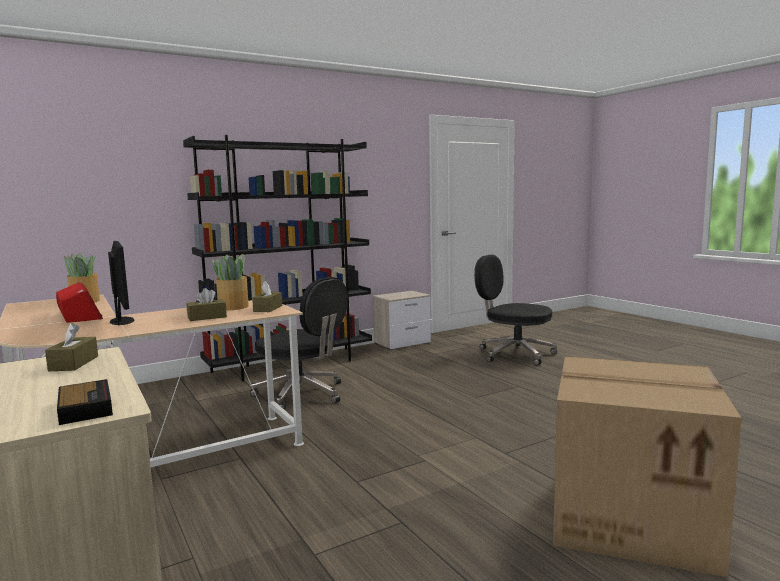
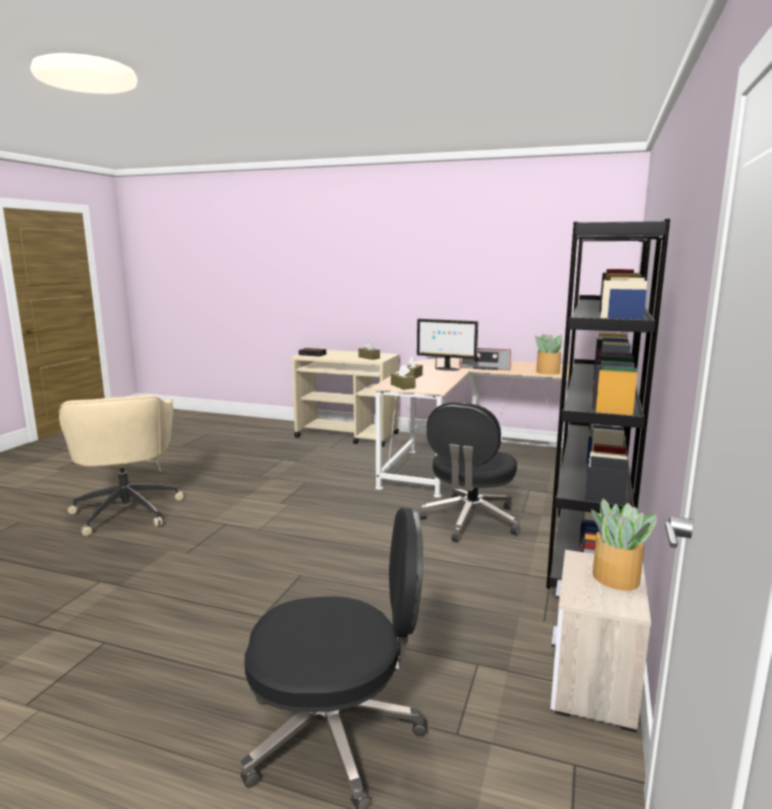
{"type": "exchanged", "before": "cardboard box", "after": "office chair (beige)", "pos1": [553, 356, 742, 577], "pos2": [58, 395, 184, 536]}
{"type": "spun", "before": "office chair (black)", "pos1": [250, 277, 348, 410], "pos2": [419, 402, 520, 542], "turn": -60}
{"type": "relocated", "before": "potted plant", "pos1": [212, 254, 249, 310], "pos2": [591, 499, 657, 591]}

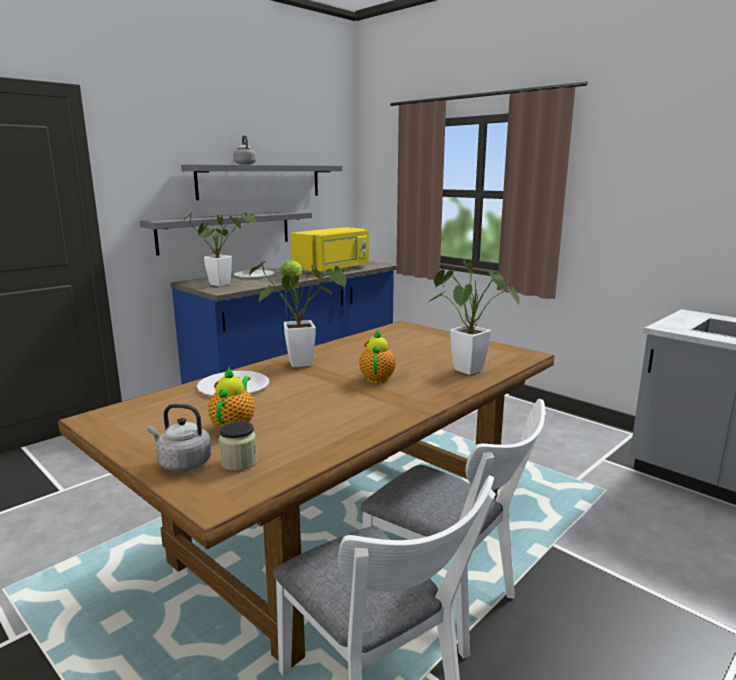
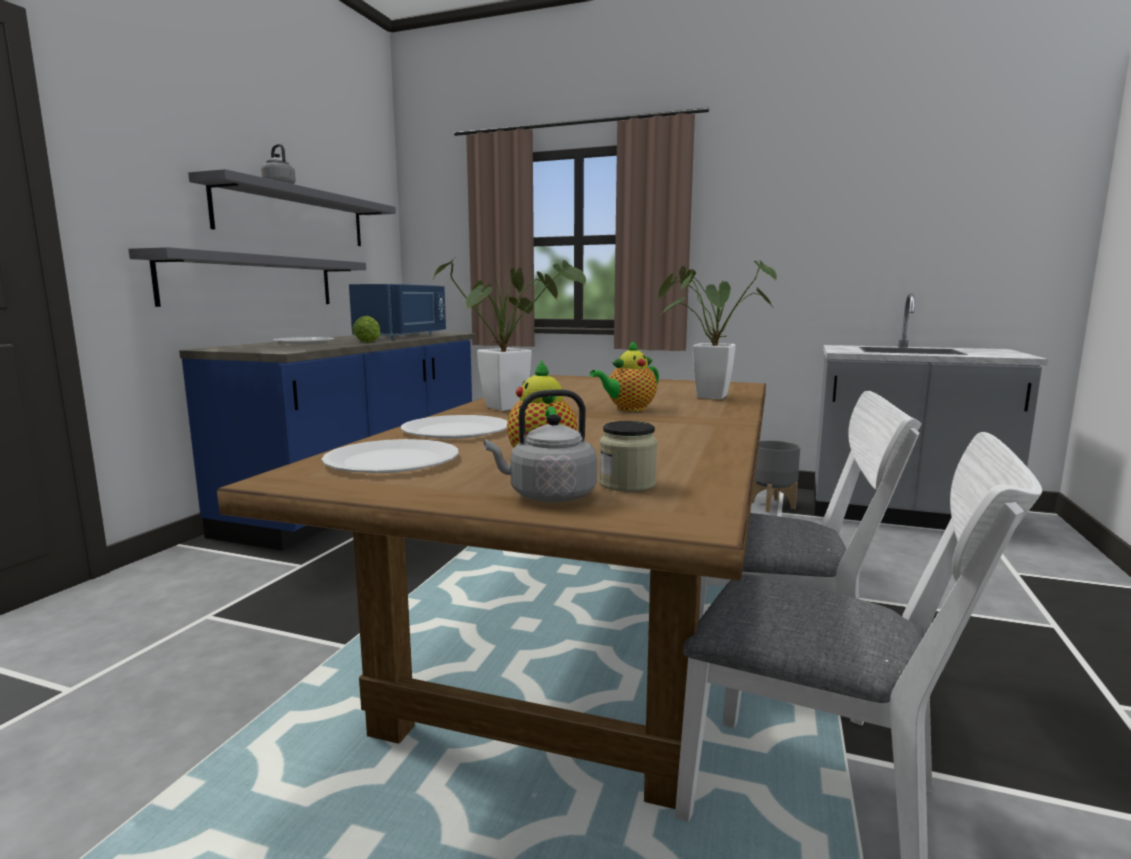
{"type": "appeared", "after": "plate (white)", "pos2": [322, 439, 459, 473]}
{"type": "colour", "before": "microwave (yellow)", "after": "microwave (blue)", "pos1": [291, 227, 369, 273], "pos2": [349, 284, 446, 339]}
{"type": "spun", "before": "teapot", "pos1": [359, 329, 396, 383], "pos2": [590, 340, 659, 412], "turn": -105}
{"type": "appeared", "after": "planter (grey)", "pos2": [751, 440, 800, 512]}
{"type": "missing", "before": "potted plant", "pos1": [183, 212, 257, 286]}

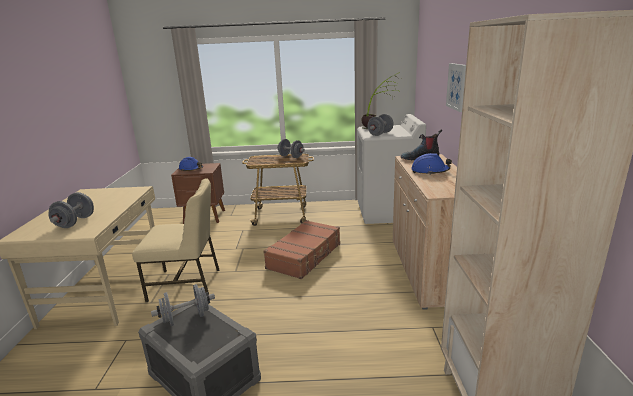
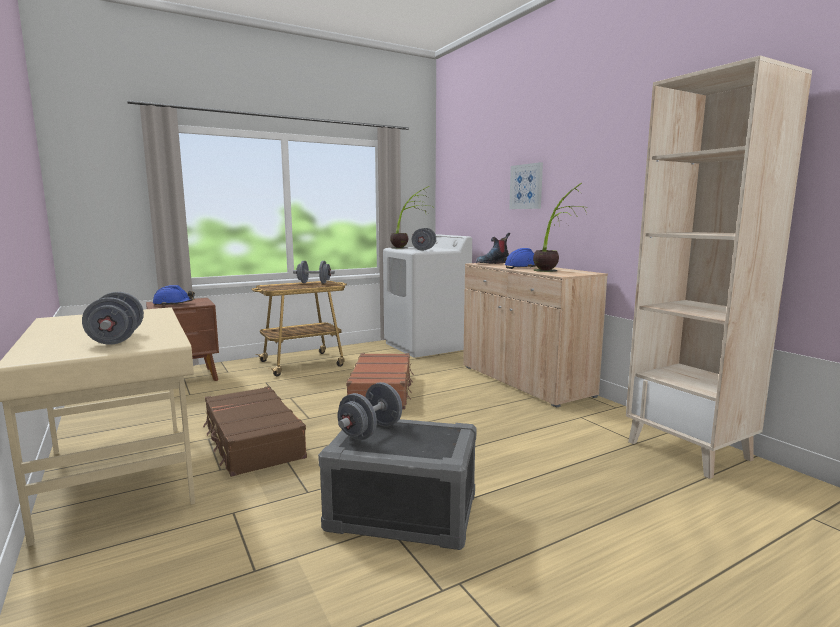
{"type": "exchanged", "before": "chair (beige)", "after": "suitcase (brown)", "pos1": [132, 178, 219, 302], "pos2": [203, 386, 307, 477]}
{"type": "appeared", "after": "potted plant", "pos2": [533, 183, 588, 272]}

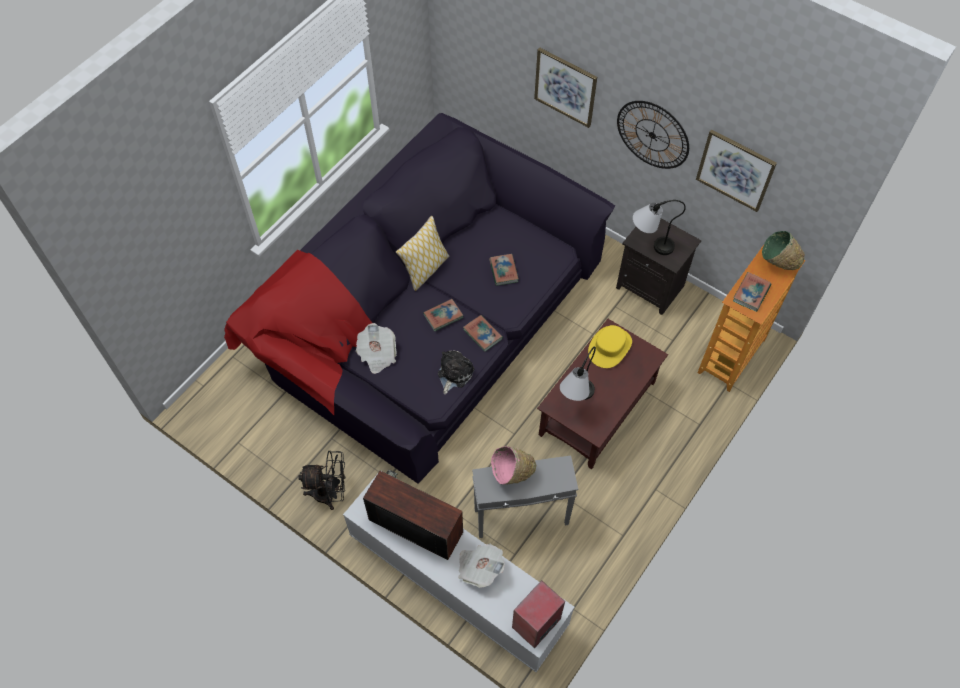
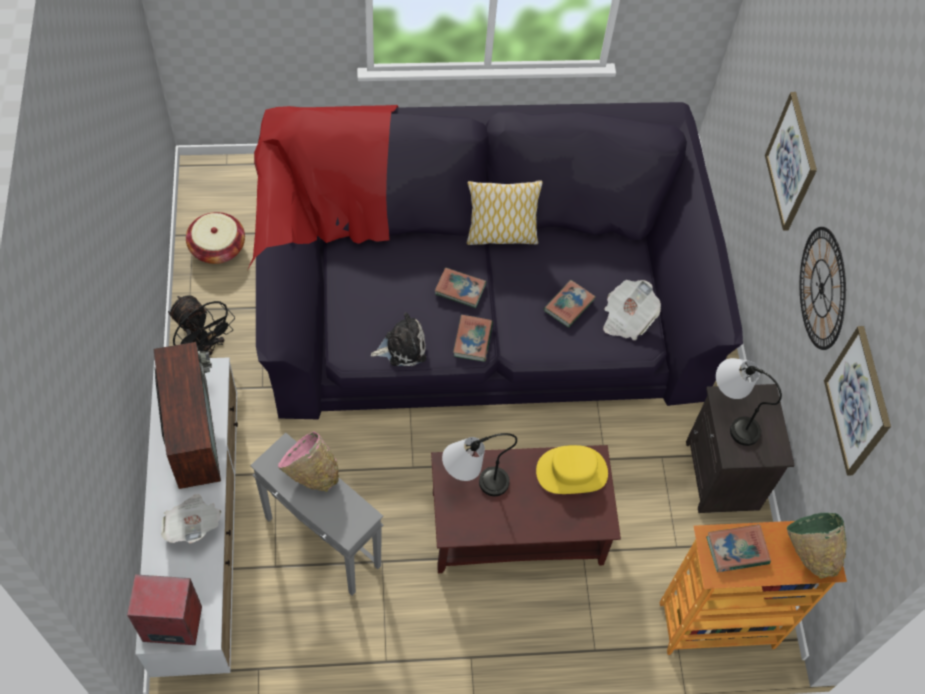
{"type": "appeared", "after": "basket", "pos2": [186, 212, 245, 264]}
{"type": "relocated", "before": "newspaper", "pos1": [356, 323, 397, 374], "pos2": [603, 280, 661, 340]}

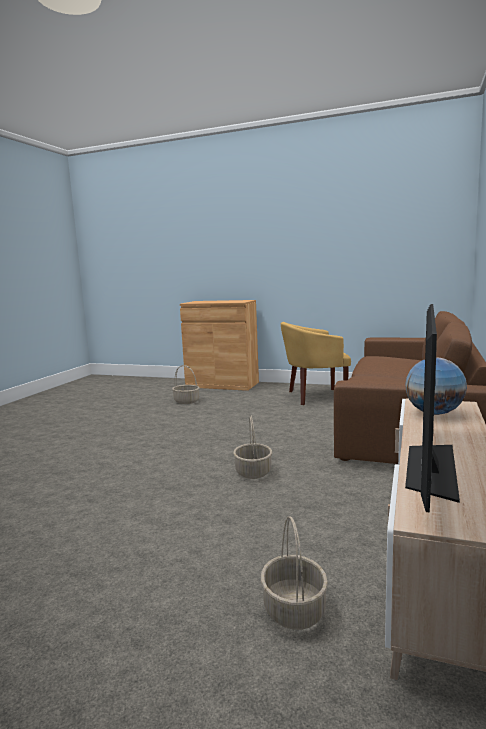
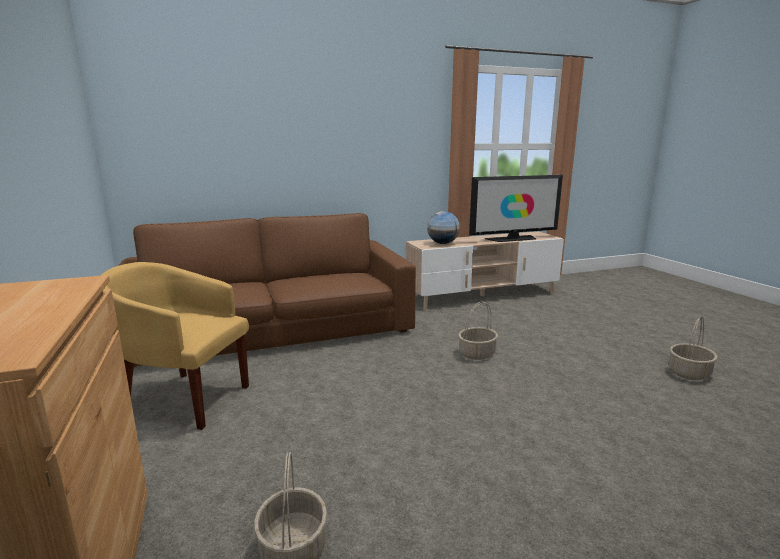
{"type": "spun", "before": "armchair (yellow)", "pos1": [281, 322, 351, 405], "pos2": [100, 262, 249, 430], "turn": 150}
{"type": "relocated", "before": "basket", "pos1": [261, 516, 328, 630], "pos2": [669, 316, 717, 380]}

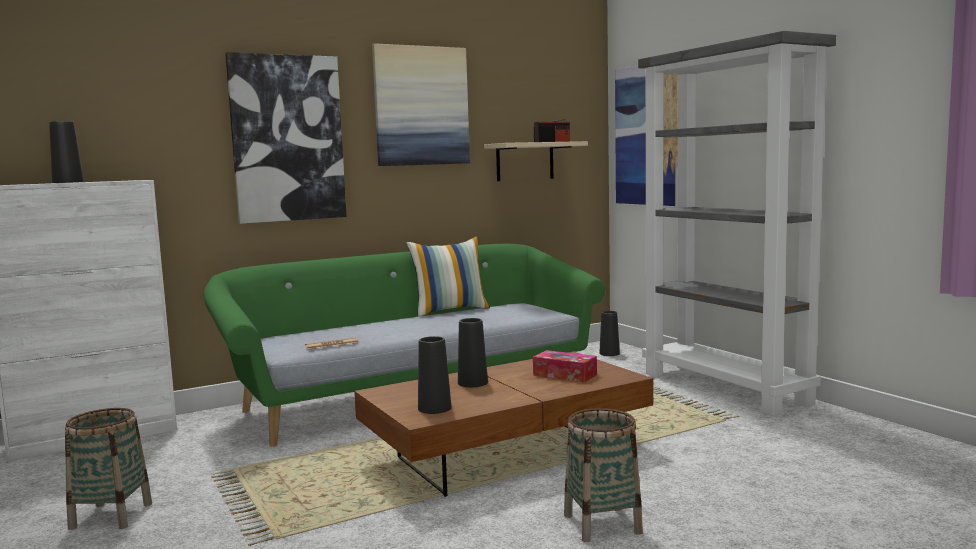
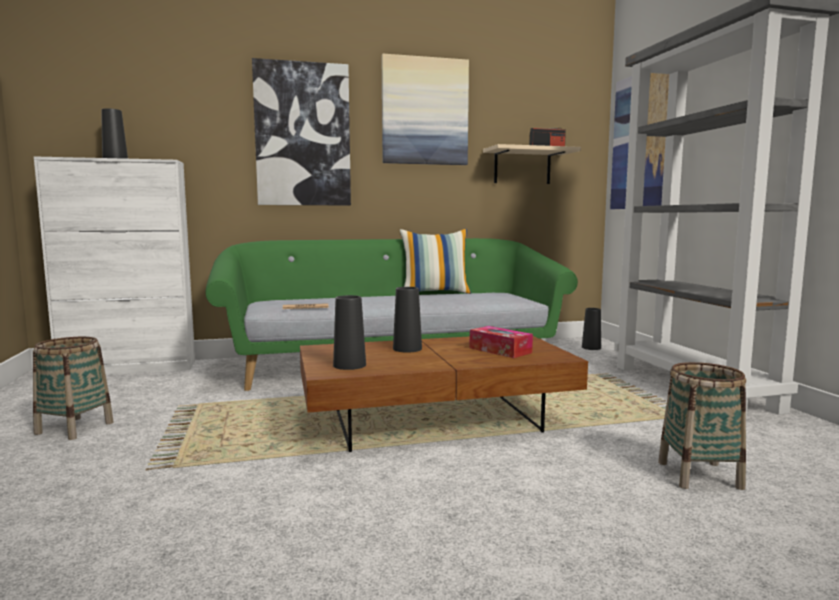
{"type": "relocated", "before": "basket", "pos1": [564, 408, 643, 542], "pos2": [658, 362, 746, 490]}

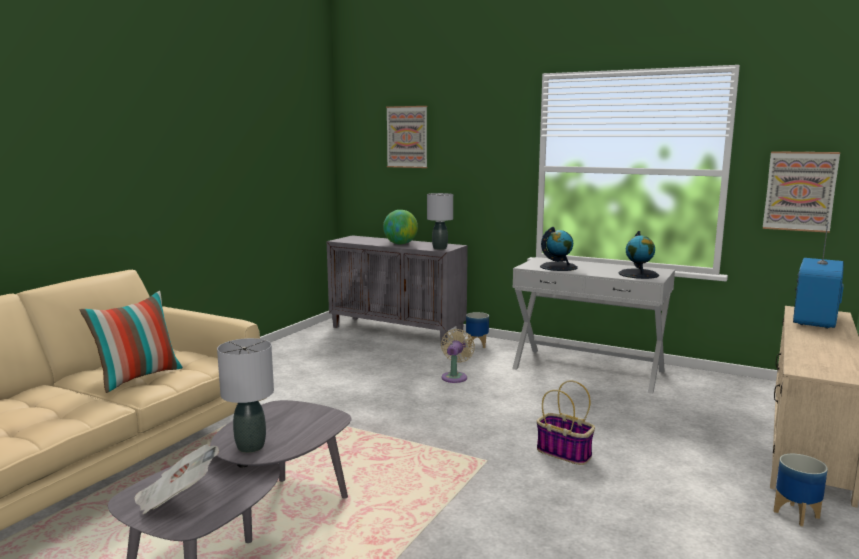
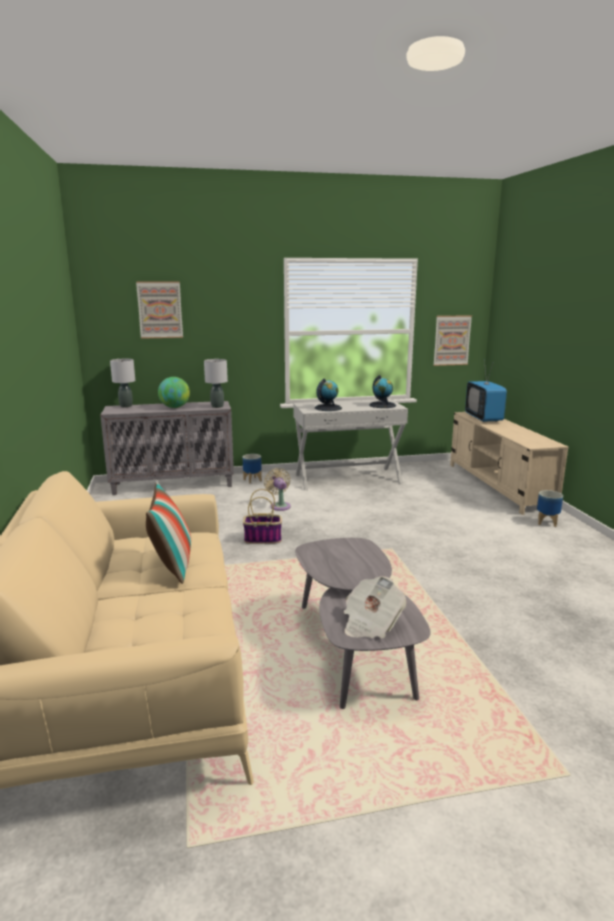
{"type": "relocated", "before": "table lamp (grey)", "pos1": [217, 338, 274, 453], "pos2": [110, 359, 135, 407]}
{"type": "relocated", "before": "basket", "pos1": [537, 380, 595, 465], "pos2": [243, 489, 282, 544]}

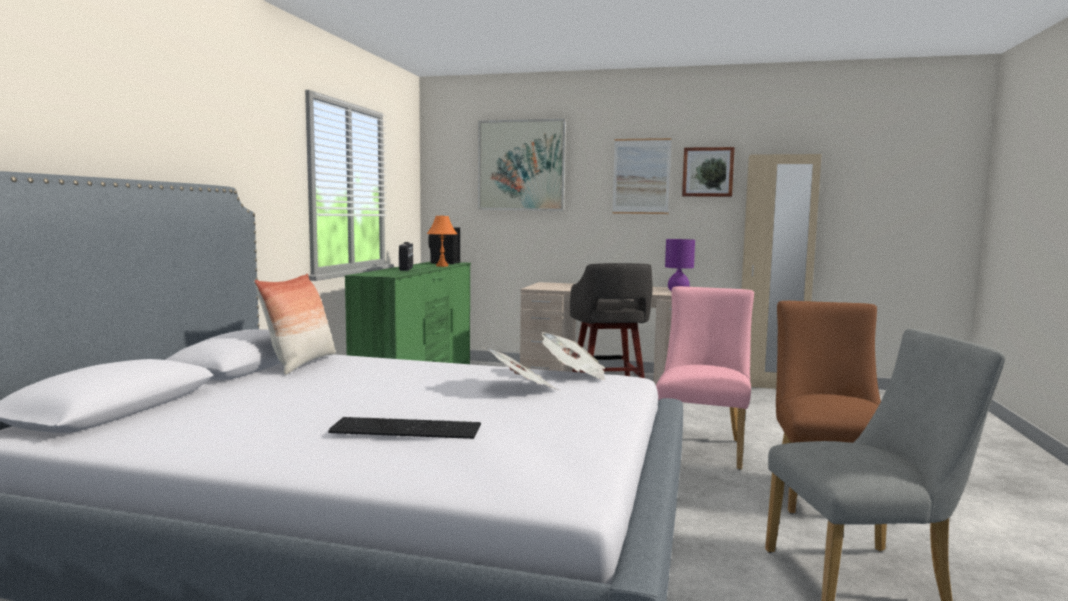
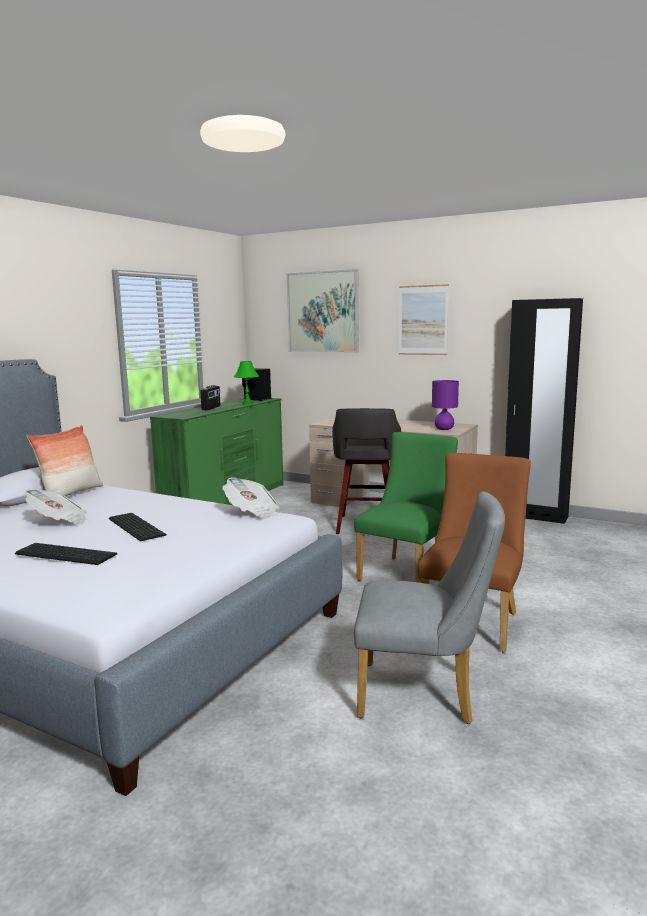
{"type": "relocated", "before": "newspaper", "pos1": [483, 347, 559, 390], "pos2": [25, 489, 87, 524]}
{"type": "appeared", "after": "keyboard", "pos2": [109, 513, 167, 541]}
{"type": "colour", "before": "table lamp (orange)", "after": "table lamp (green)", "pos1": [427, 215, 457, 267], "pos2": [234, 361, 259, 405]}
{"type": "colour", "before": "chair (pink)", "after": "chair (green)", "pos1": [656, 286, 754, 470], "pos2": [354, 432, 458, 583]}
{"type": "colour", "before": "wardrobe (beige)", "after": "wardrobe (black)", "pos1": [741, 154, 822, 389], "pos2": [505, 298, 583, 524]}
{"type": "missing", "before": "picture", "pos1": [682, 147, 735, 197]}

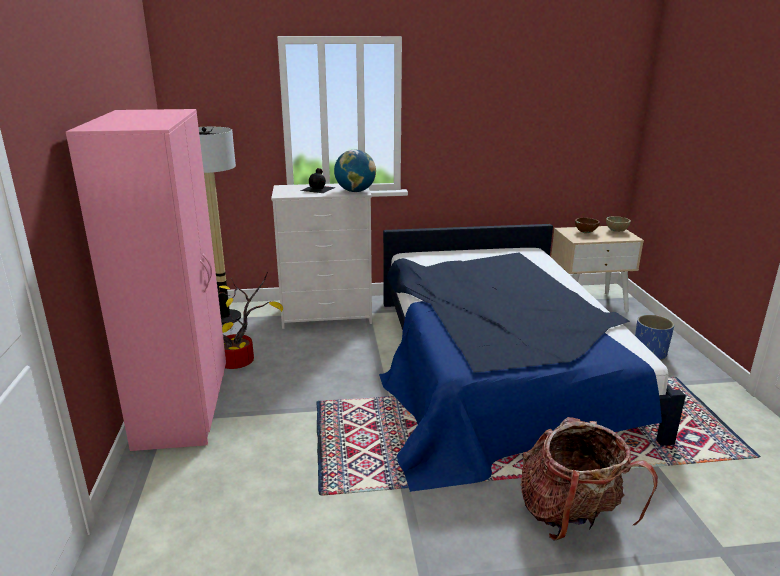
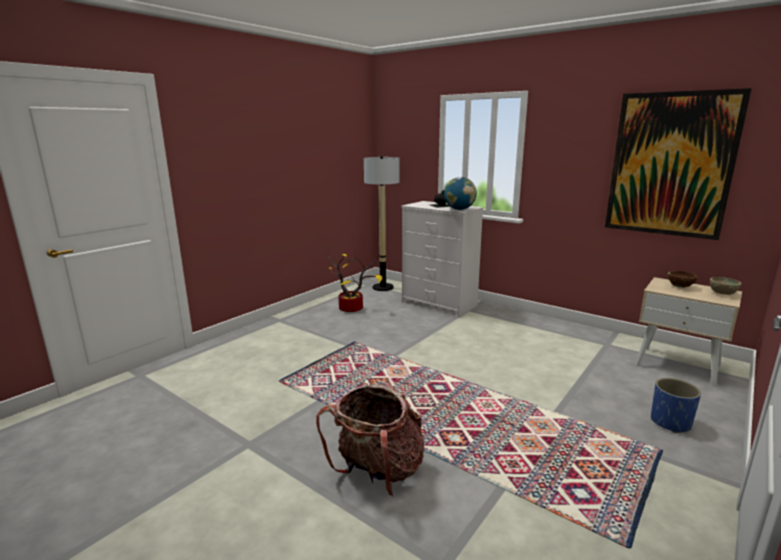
{"type": "appeared", "after": "picture", "pos2": [605, 88, 752, 240]}
{"type": "missing", "before": "wardrobe (pink)", "pos1": [66, 109, 226, 451]}
{"type": "missing", "before": "bed", "pos1": [379, 224, 686, 492]}

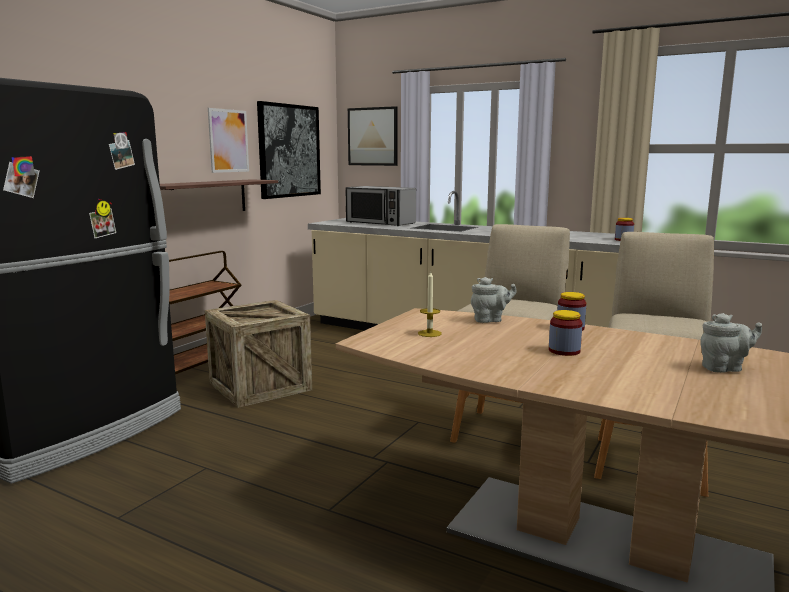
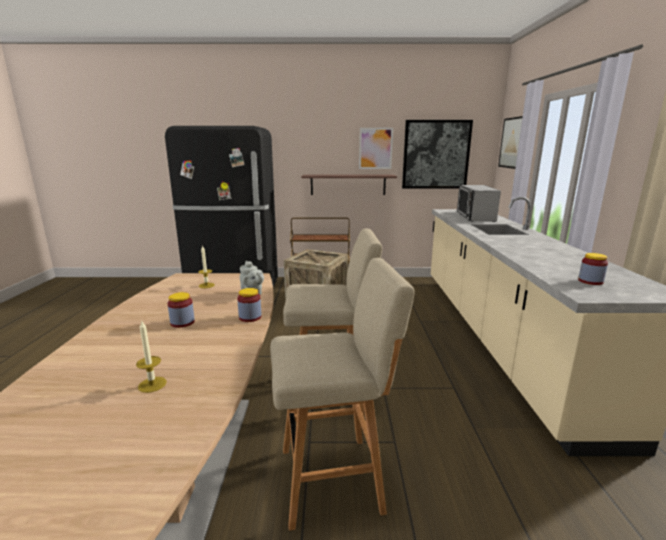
{"type": "exchanged", "before": "teapot (grey)", "after": "candle", "pos1": [700, 313, 762, 373], "pos2": [136, 321, 167, 393]}

